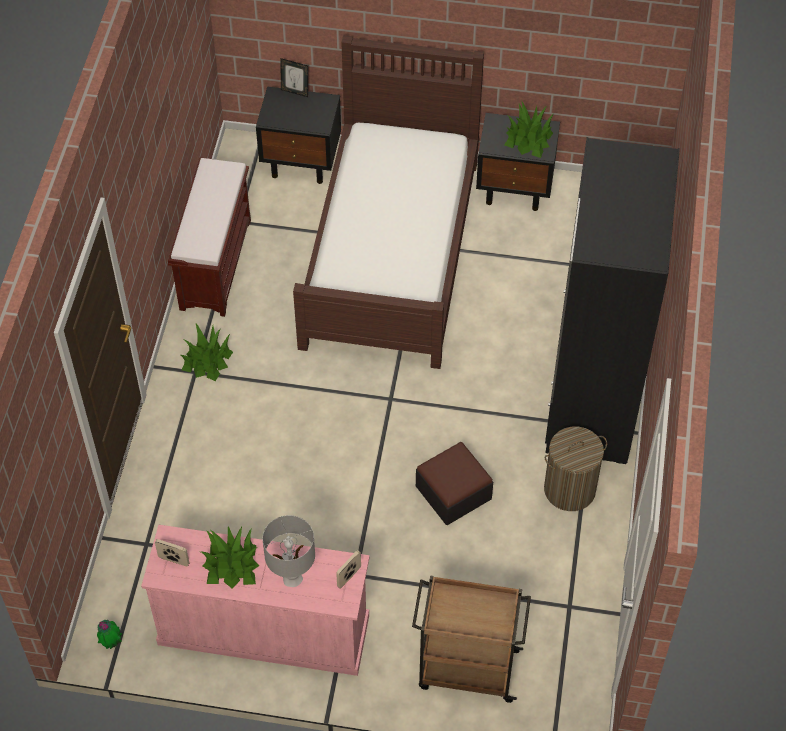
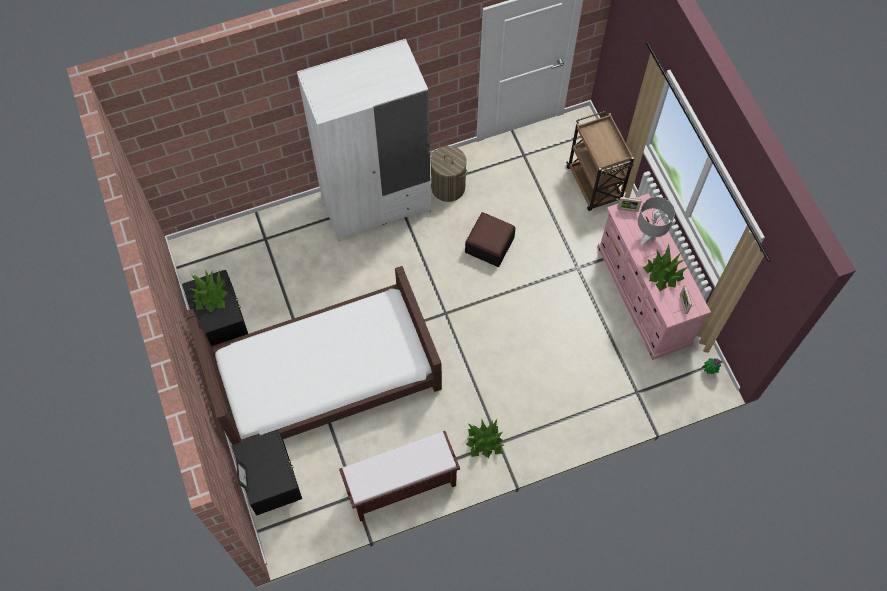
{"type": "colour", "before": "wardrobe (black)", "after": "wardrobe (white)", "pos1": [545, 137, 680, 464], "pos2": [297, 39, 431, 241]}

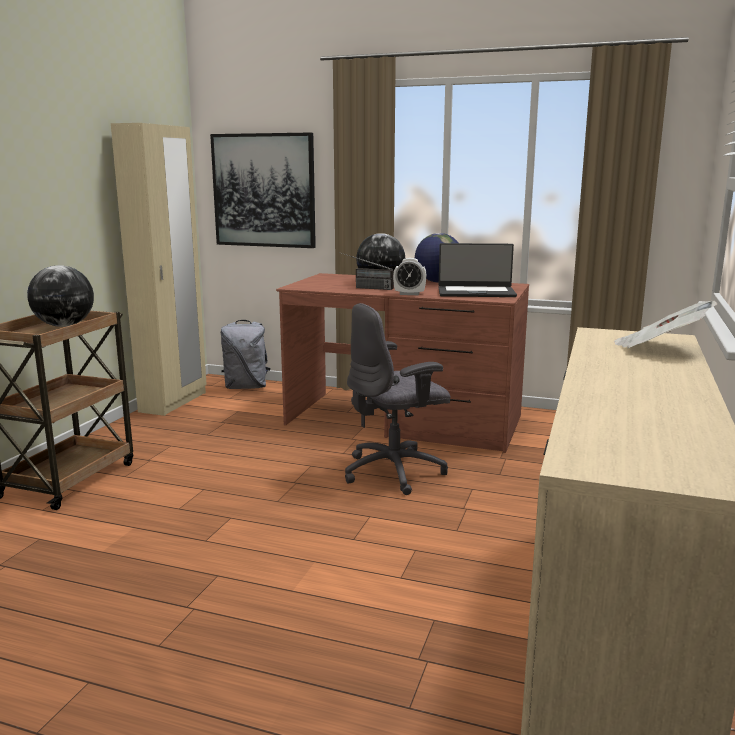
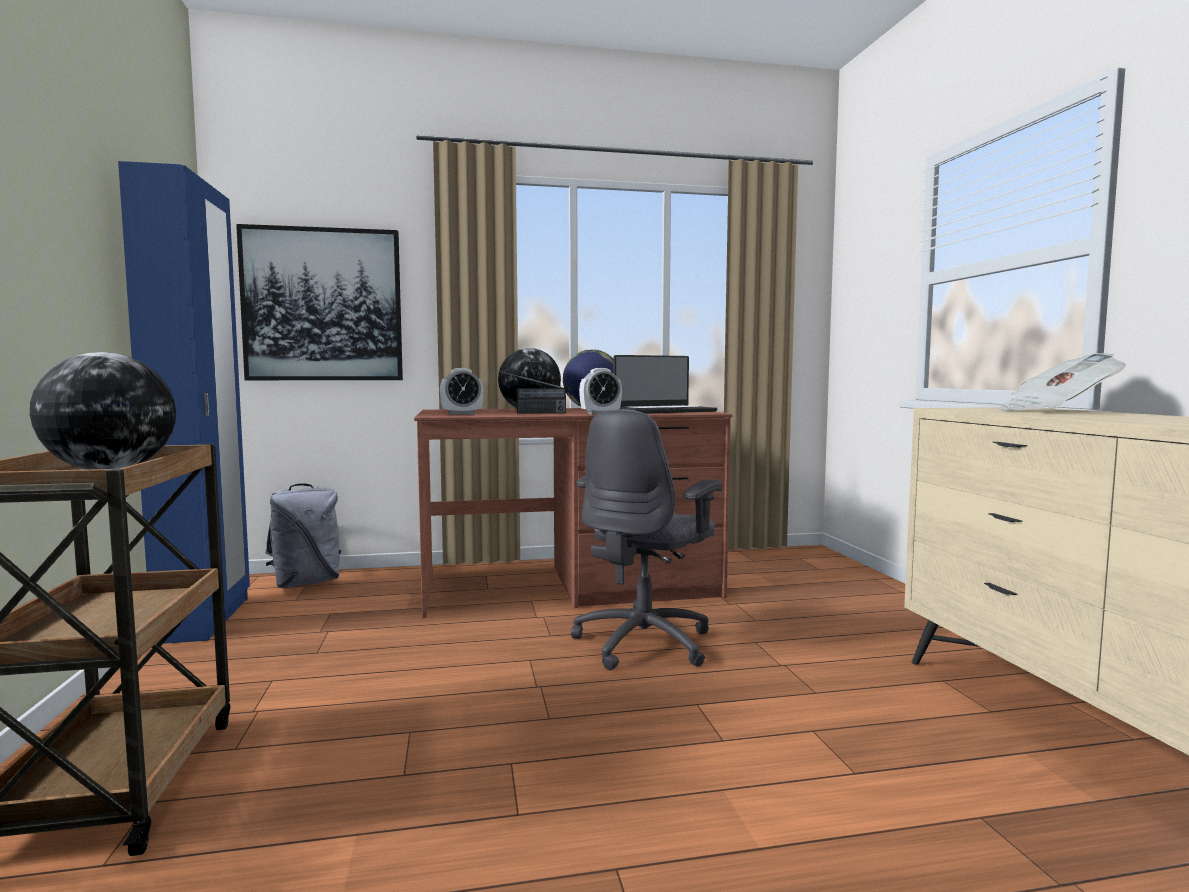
{"type": "colour", "before": "wardrobe (beige)", "after": "wardrobe (blue)", "pos1": [111, 123, 207, 416], "pos2": [118, 161, 250, 644]}
{"type": "appeared", "after": "alarm clock", "pos2": [440, 368, 483, 415]}

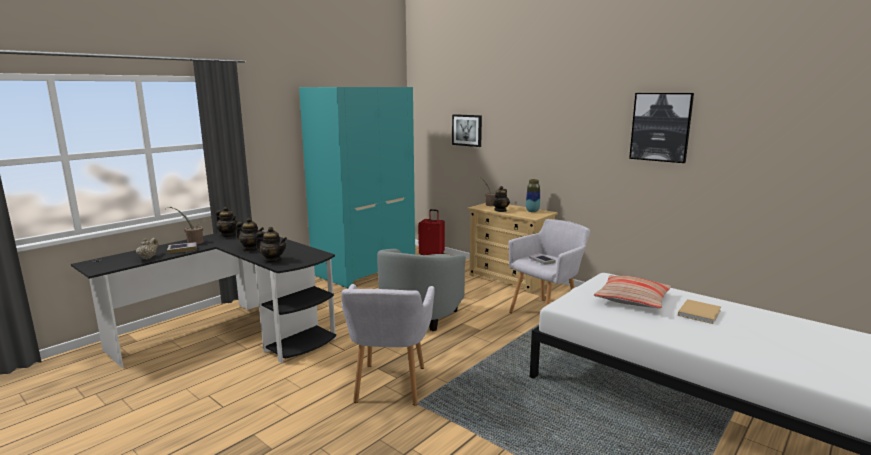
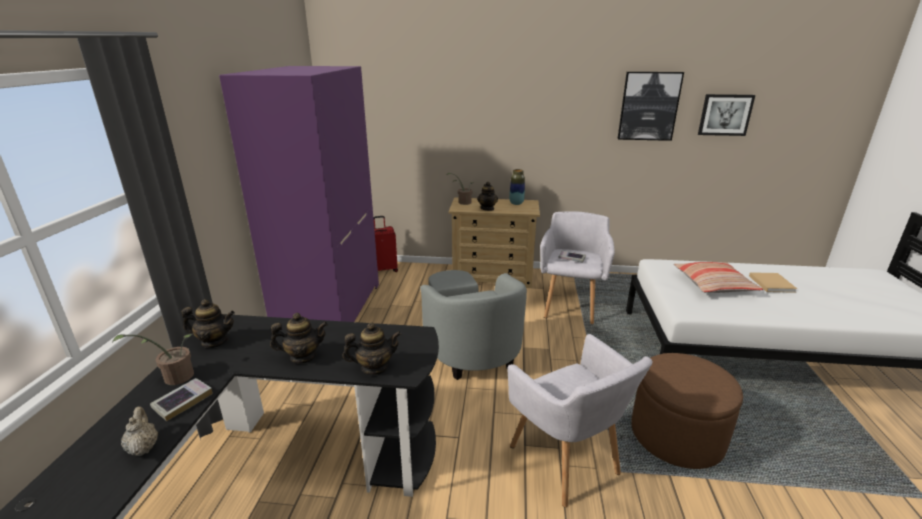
{"type": "colour", "before": "wardrobe (turquoise)", "after": "wardrobe (purple)", "pos1": [299, 87, 415, 288], "pos2": [219, 66, 379, 322]}
{"type": "appeared", "after": "ottoman (brown)", "pos2": [631, 353, 743, 469]}
{"type": "relocated", "before": "picture", "pos1": [452, 114, 482, 147], "pos2": [698, 94, 755, 136]}

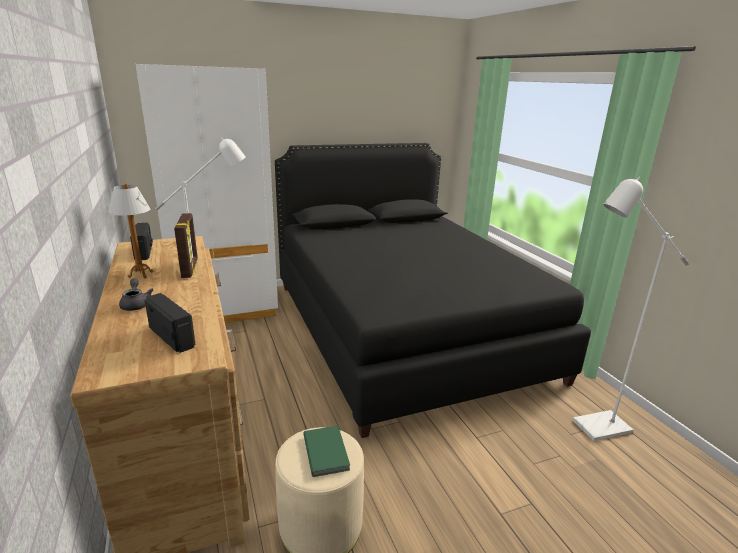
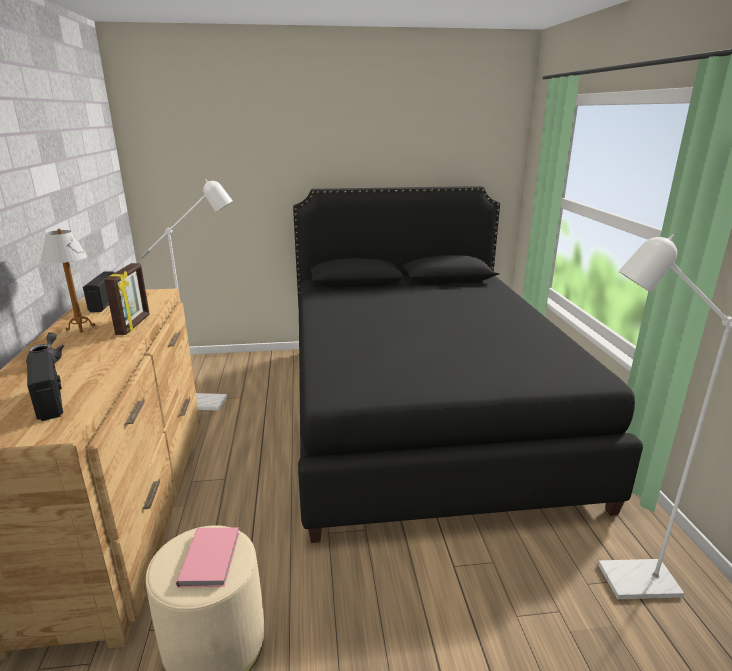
{"type": "colour", "before": "book (green)", "after": "book (pink)", "pos1": [303, 426, 350, 477], "pos2": [176, 527, 239, 587]}
{"type": "missing", "before": "wardrobe (white)", "pos1": [136, 64, 278, 323]}

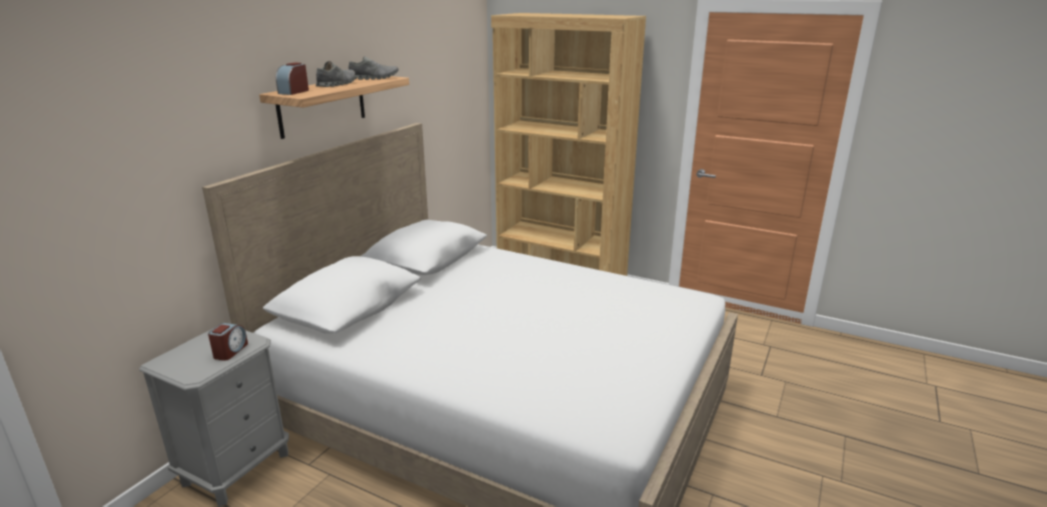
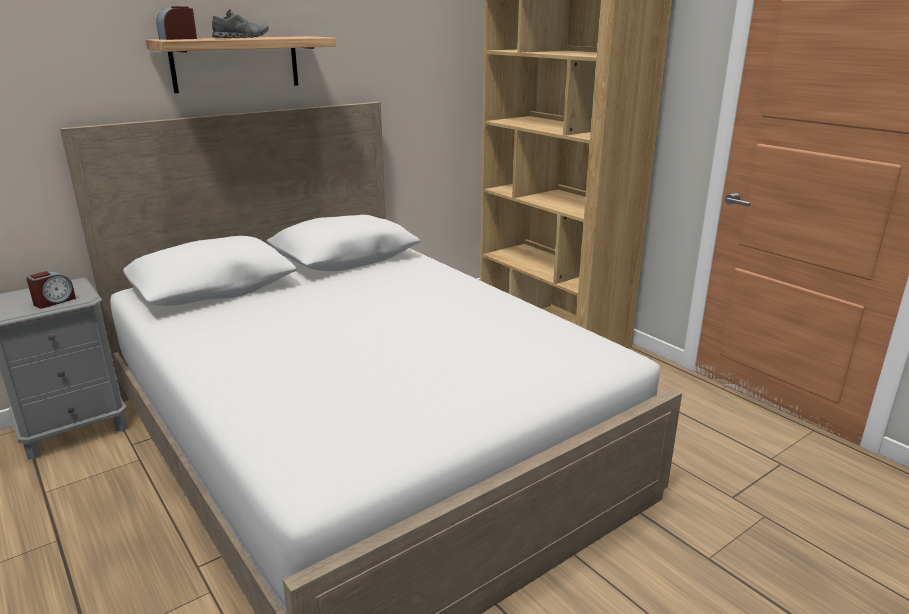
{"type": "missing", "before": "shoe (grey)", "pos1": [348, 56, 399, 80]}

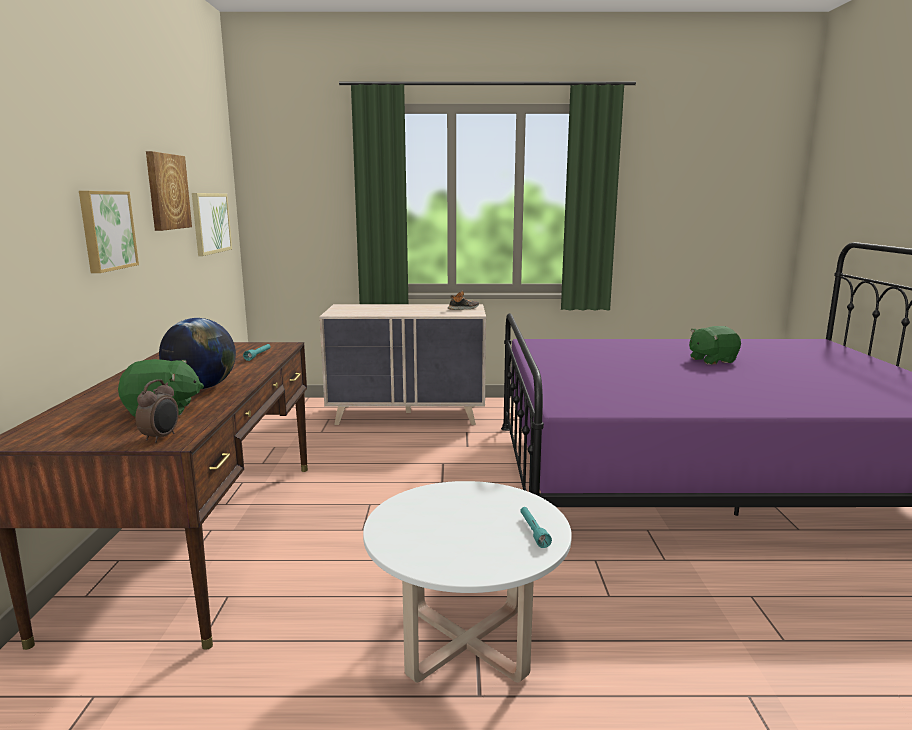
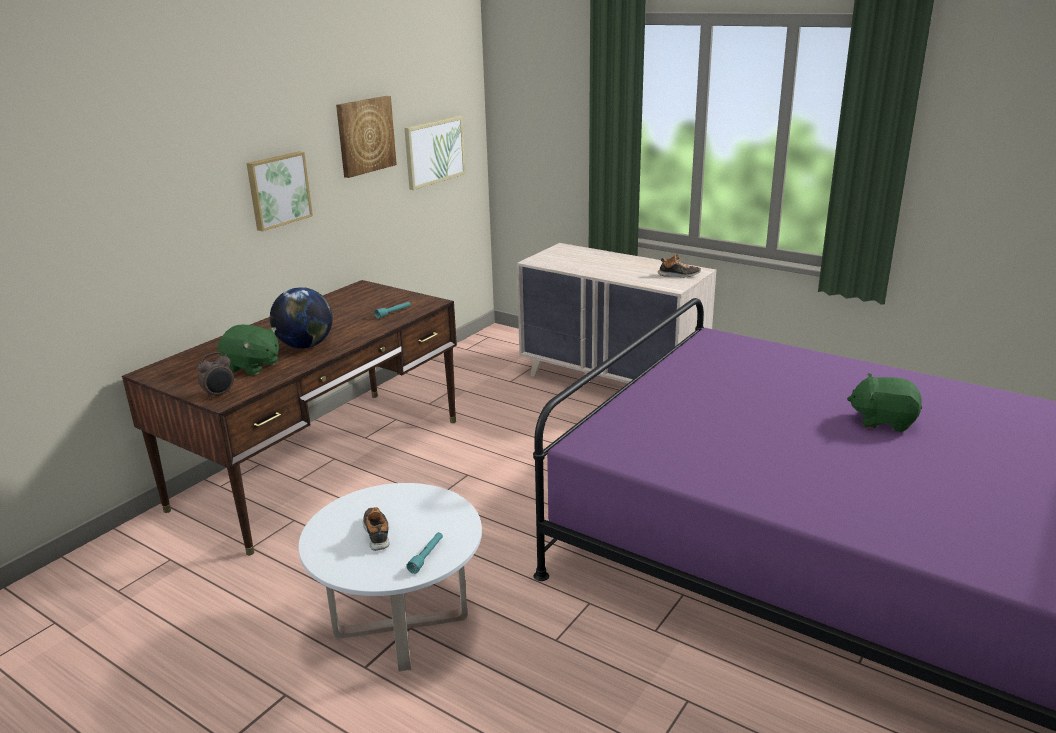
{"type": "appeared", "after": "shoe", "pos2": [363, 507, 390, 551]}

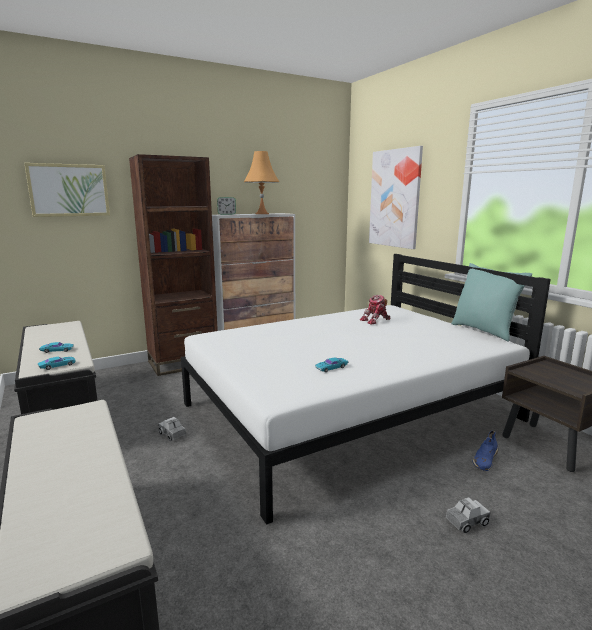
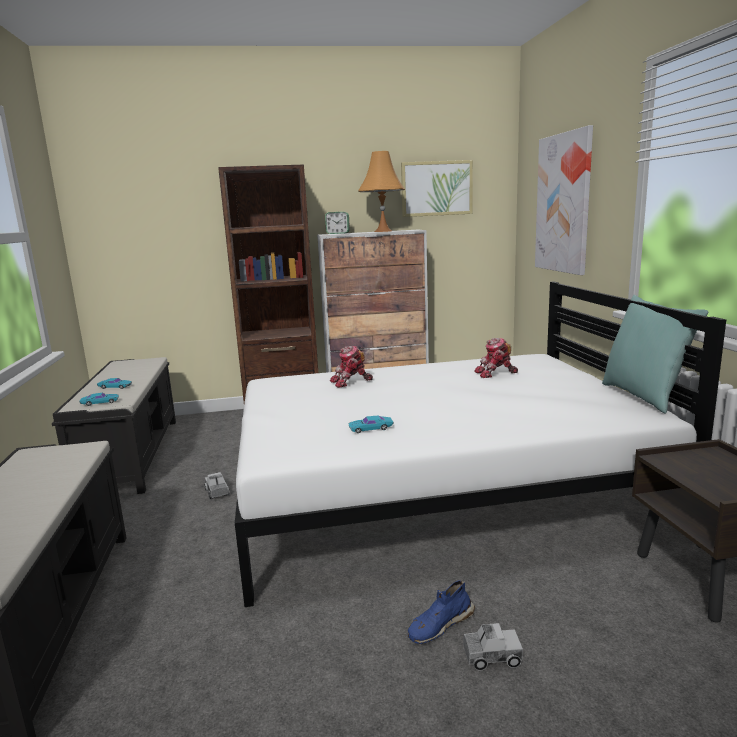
{"type": "appeared", "after": "toy robot", "pos2": [330, 346, 373, 388]}
{"type": "relocated", "before": "picture", "pos1": [24, 163, 110, 217], "pos2": [401, 160, 473, 217]}
{"type": "relocated", "before": "shoe (blue)", "pos1": [472, 431, 498, 471], "pos2": [408, 580, 475, 644]}

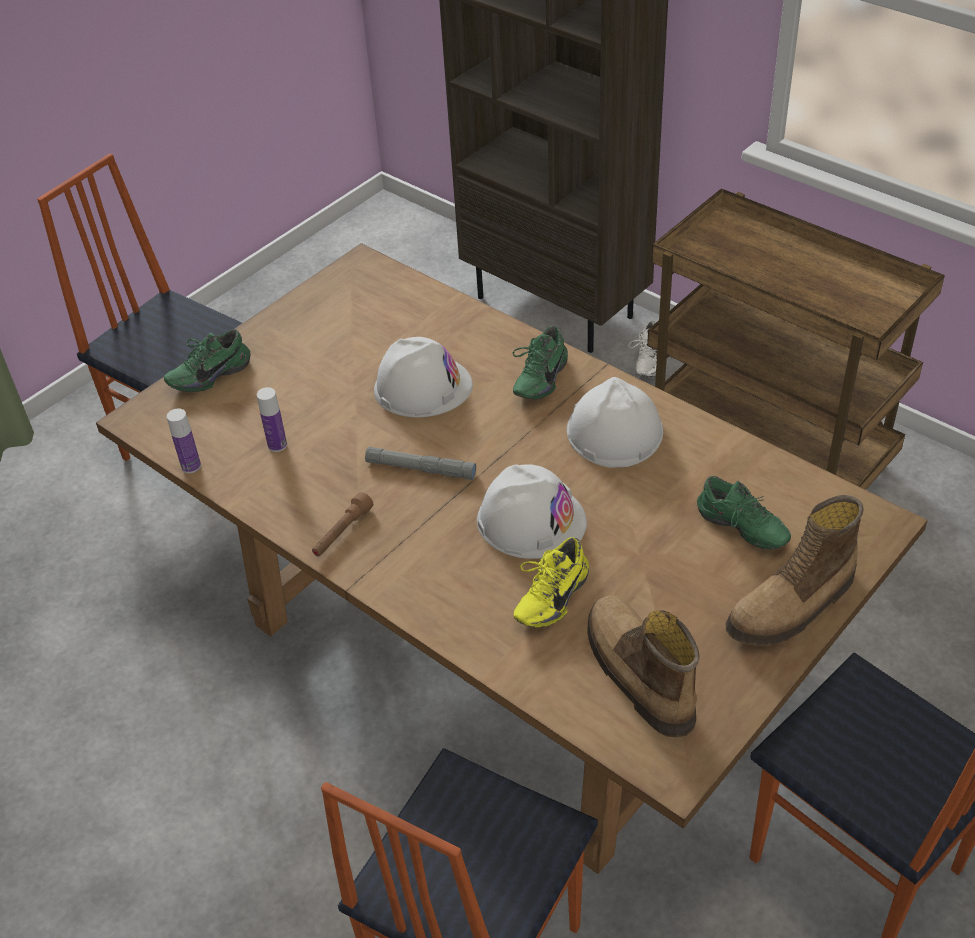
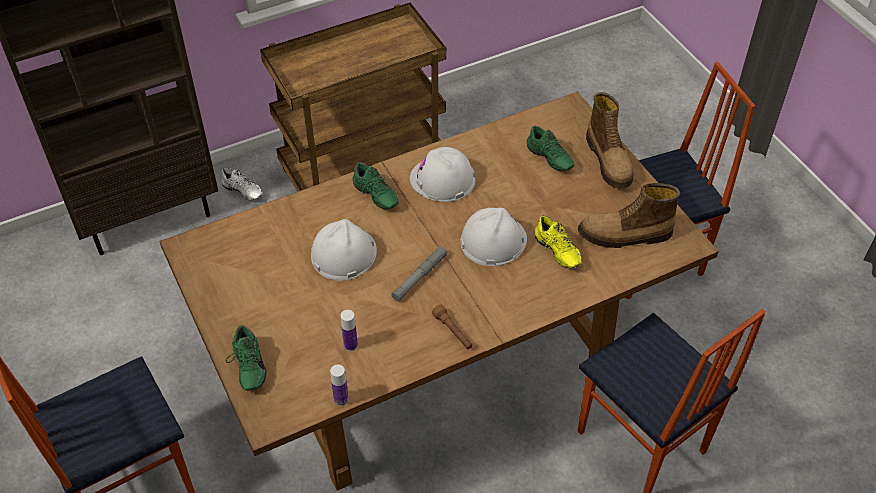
{"type": "spun", "before": "shoe (green)", "pos1": [697, 476, 791, 550], "pos2": [527, 126, 574, 171], "turn": 75}

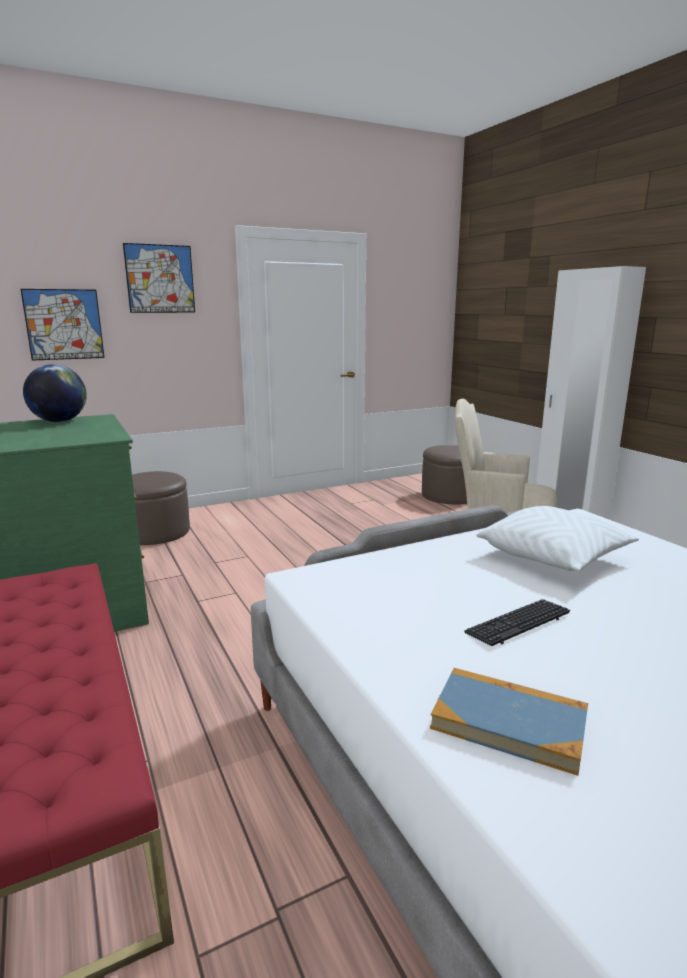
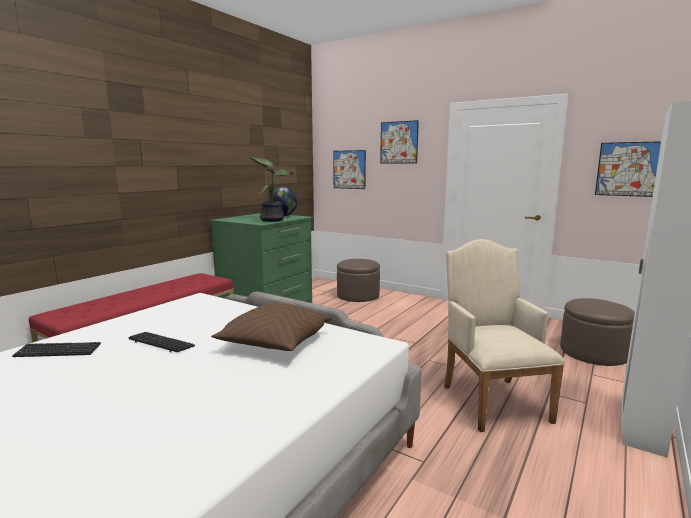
{"type": "exchanged", "before": "book", "after": "keyboard", "pos1": [430, 668, 588, 776], "pos2": [12, 342, 101, 357]}
{"type": "colour", "before": "pillow (white)", "after": "pillow (brown)", "pos1": [477, 506, 639, 571], "pos2": [211, 303, 332, 351]}
{"type": "appeared", "after": "potted plant", "pos2": [249, 158, 293, 222]}
{"type": "appeared", "after": "picture", "pos2": [595, 141, 661, 197]}

